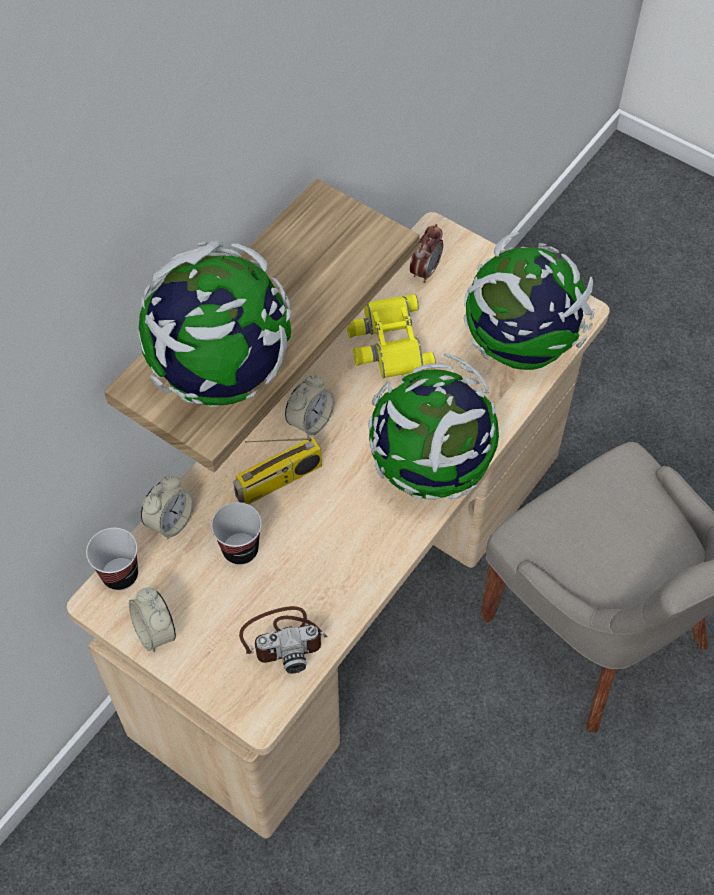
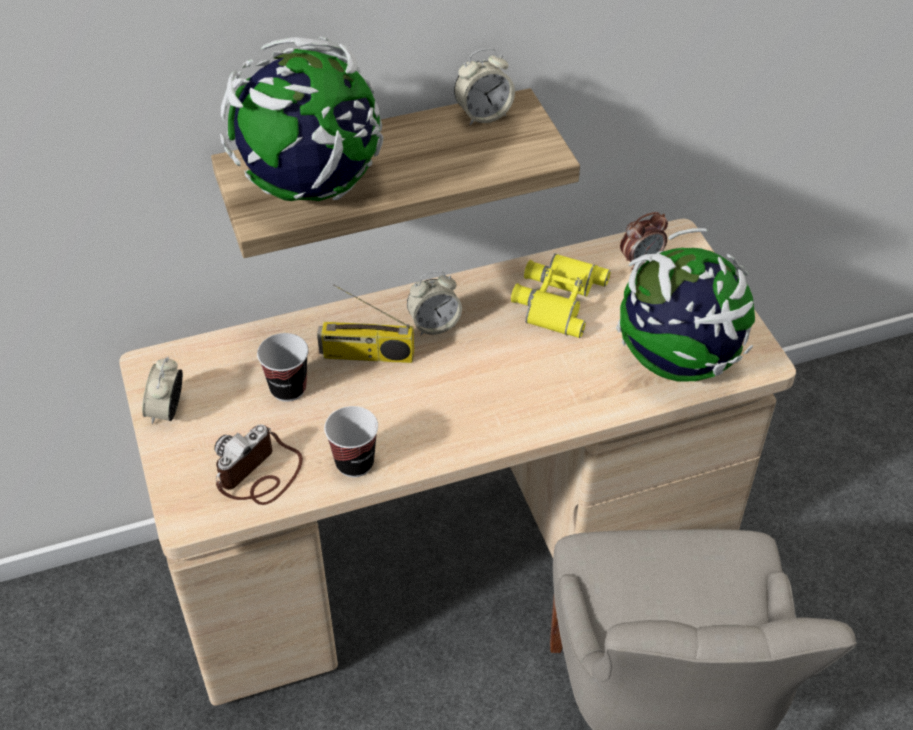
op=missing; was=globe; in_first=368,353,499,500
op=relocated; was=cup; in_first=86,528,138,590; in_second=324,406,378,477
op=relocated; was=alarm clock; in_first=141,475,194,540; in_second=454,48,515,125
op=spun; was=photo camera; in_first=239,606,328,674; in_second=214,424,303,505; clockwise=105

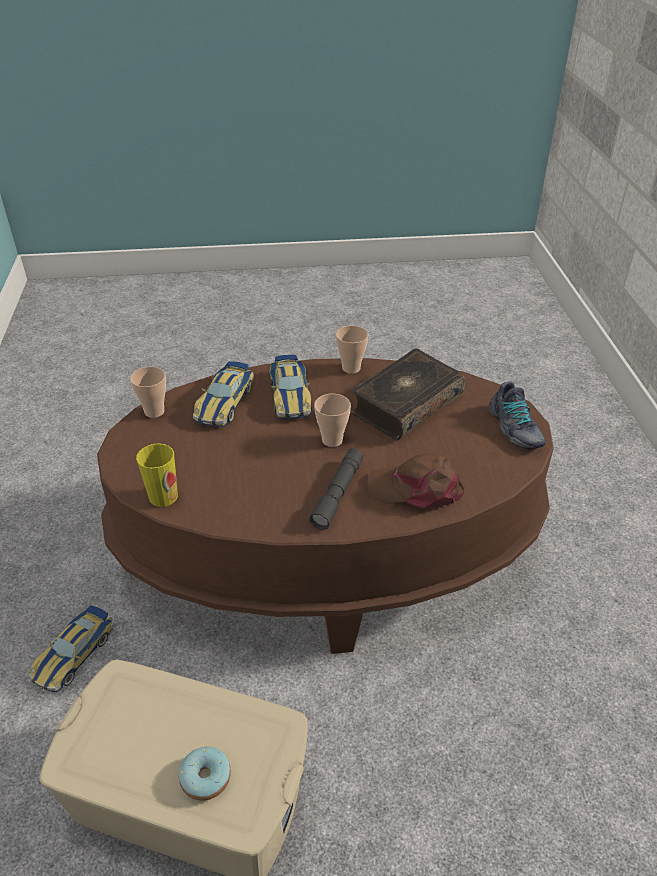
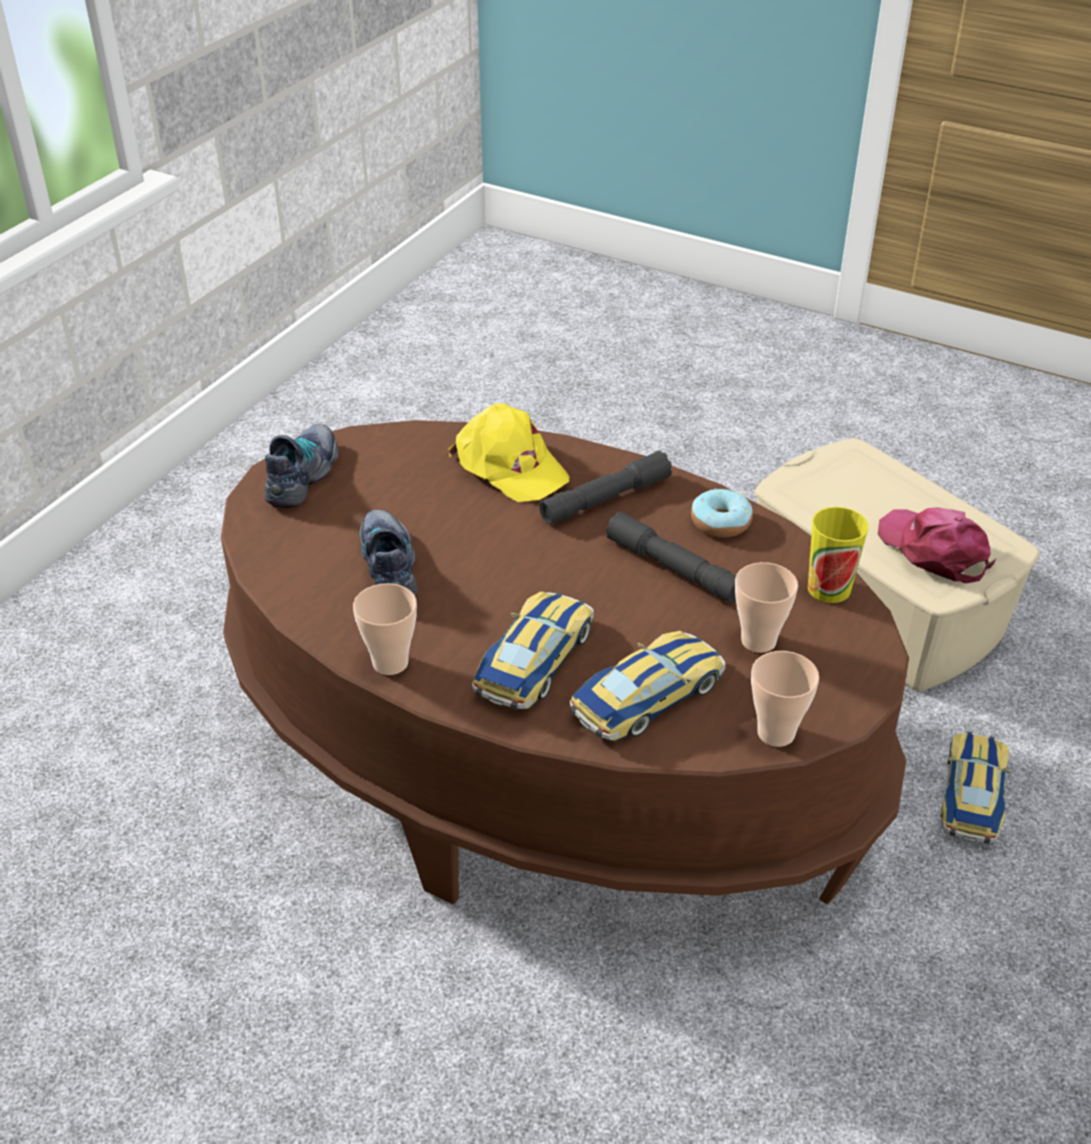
op=appeared; now=grey flashlight; in_second=606,511,736,603
op=appeared; now=pink cap; in_second=878,507,996,584
op=relocated; was=donut; in_first=179,747,231,801; in_second=691,488,753,537
op=relocated; was=cup; in_first=314,394,351,447; in_second=735,562,798,653
op=exchanged; was=book; now=shoe; in_first=350,348,466,441; in_second=359,510,417,596
op=colour; was=brown cap; now=yellow cap; in_first=368,453,464,509; in_second=448,403,569,502
op=spun; was=toy car; in_first=29,605,114,692; in_second=941,732,1010,844; clockwise=-45

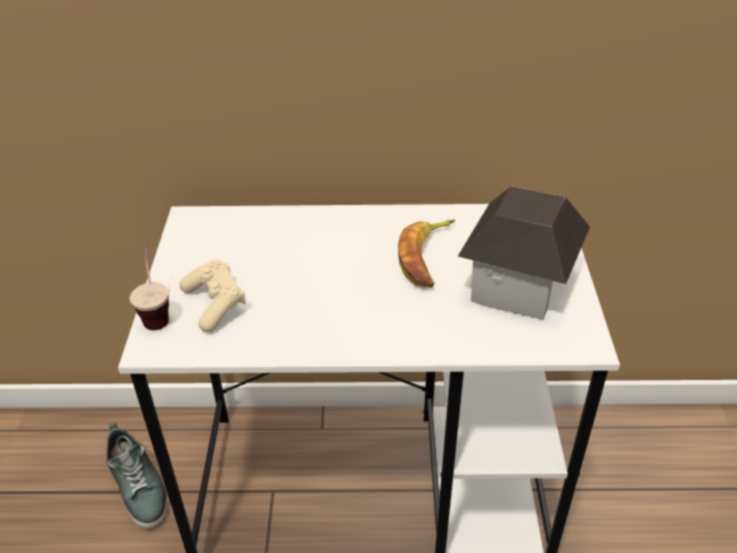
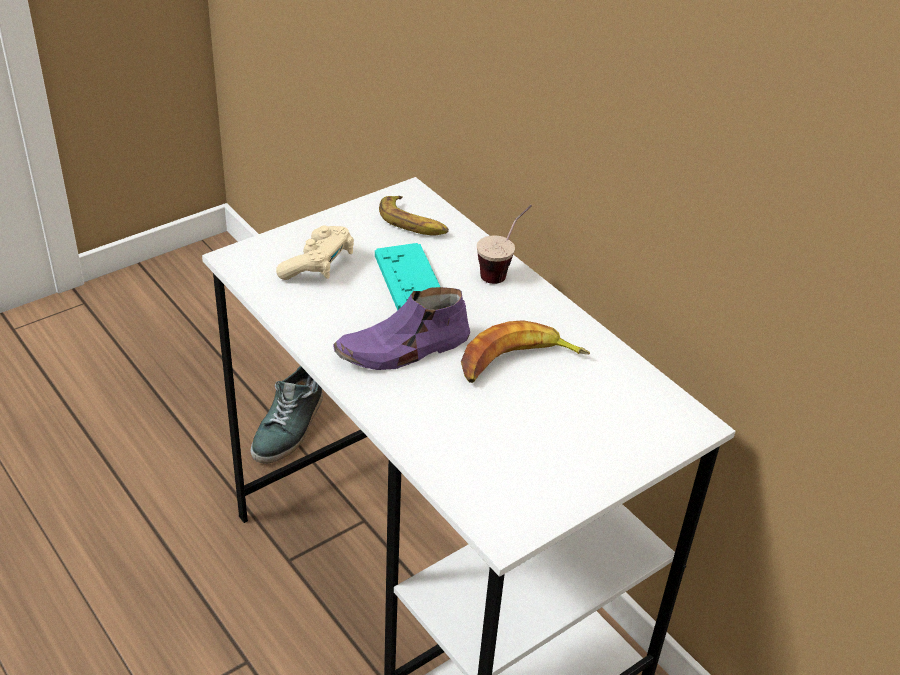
op=missing; was=toy house; in_first=458,186,590,320
op=appeared; now=purple shoe; in_second=333,287,470,370
op=appeared; now=turquoise game controller; in_second=375,243,440,311
op=appeared; now=banana; in_second=379,196,449,236
op=relocated; was=cup; in_first=130,243,169,330; in_second=477,205,532,284

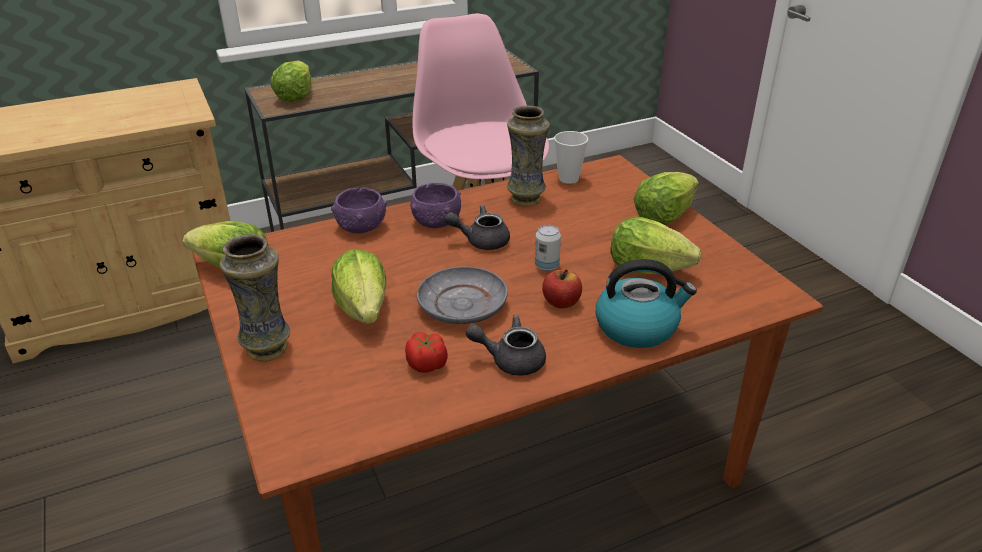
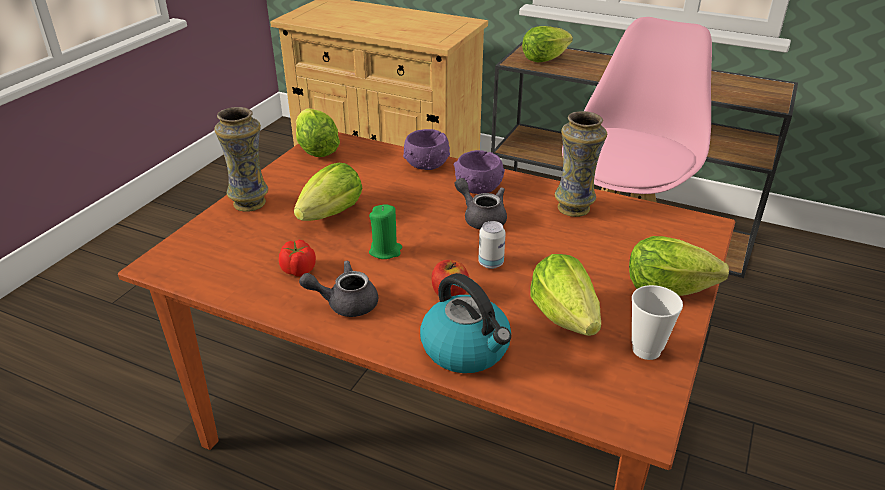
op=relocated; was=cup; in_first=554,131,588,184; in_second=632,285,683,360
op=exchanged; was=grey plate; now=green candle; in_first=417,266,508,324; in_second=369,204,402,259
op=spun; was=grey teapot; in_first=466,315,546,376; in_second=299,261,378,317; clockwise=-60

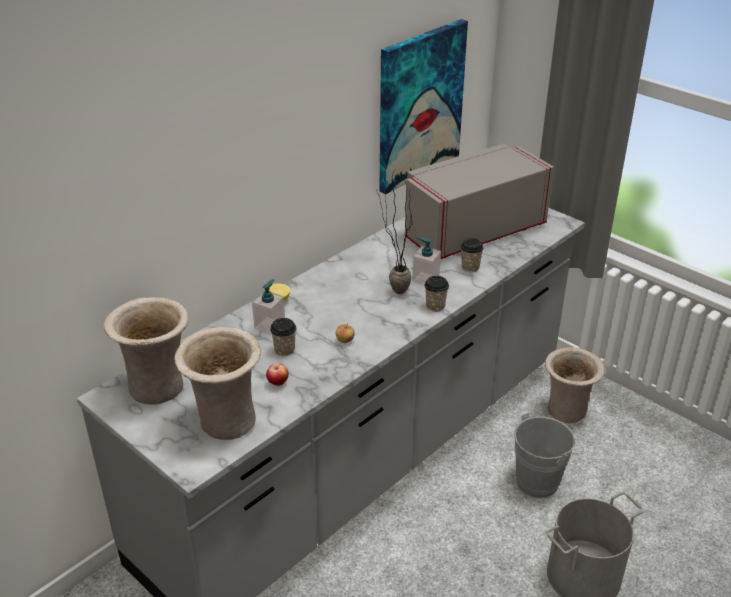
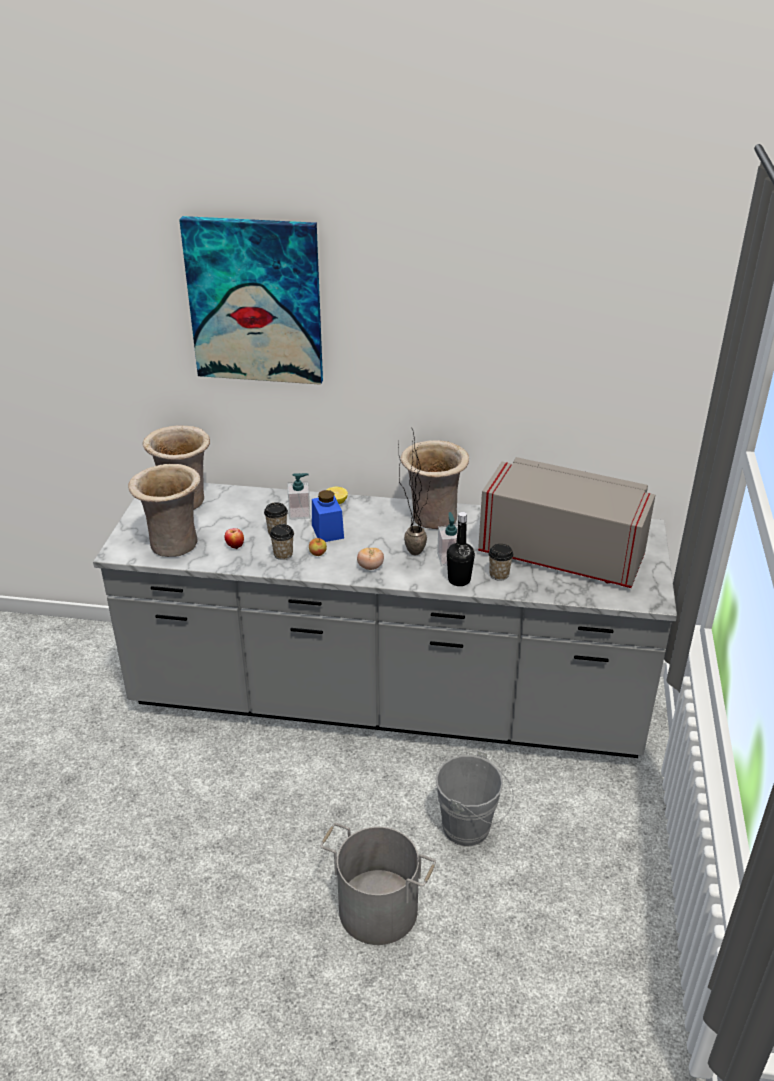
op=appeared; now=blue jar; in_second=312,490,344,542
op=appeared; now=tomato; in_second=357,548,384,570
op=appeared; now=black bottle; in_second=447,512,475,586
op=relocated; was=picture; in_first=379,19,468,194; in_second=179,216,323,385
op=relocated; was=cup; in_first=424,276,449,312; in_second=270,524,294,560
op=relocated; was=beige vase; in_first=545,347,605,423; in_second=401,440,469,529

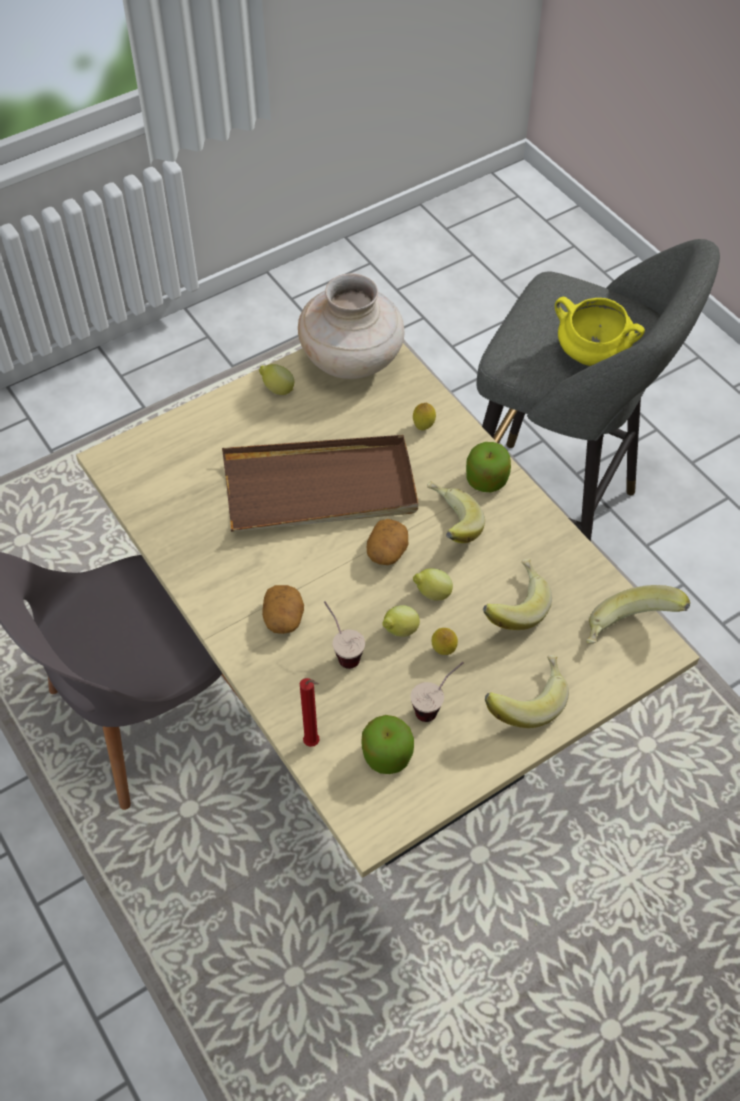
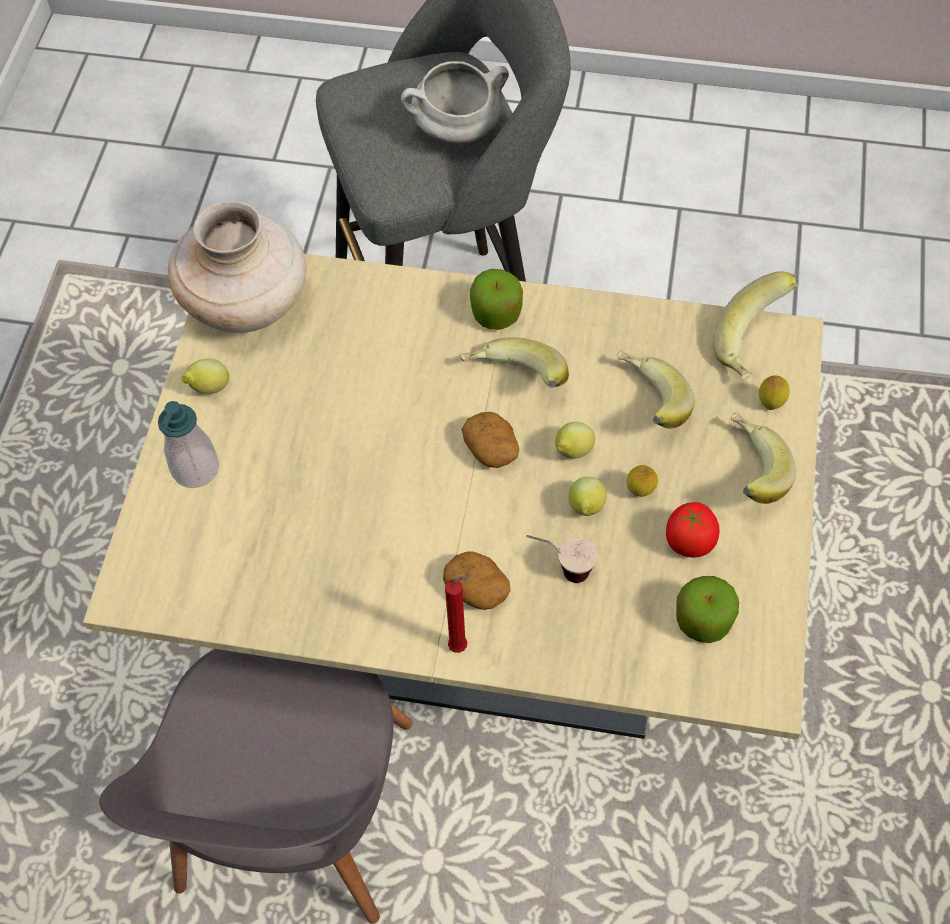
op=missing; was=brown tray; in_first=222,435,418,532
op=appeared; now=soap dispenser; in_second=158,401,219,488
op=relocated; was=red candle; in_first=300,678,319,747; in_second=445,575,471,653
op=relocated; was=lemon; in_first=413,403,436,430; in_second=759,375,790,410
op=exchanged; was=cup; now=tomato; in_first=411,662,464,722; in_second=666,502,720,557
op=colour; was=yellow cooking pot; now=white cooking pot; in_first=555,297,645,366; in_second=401,61,509,144

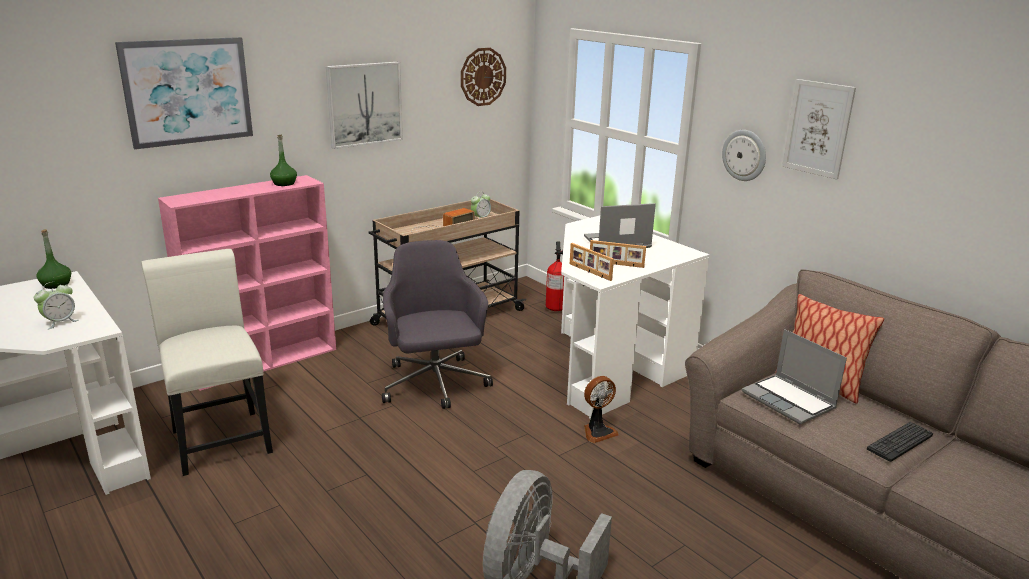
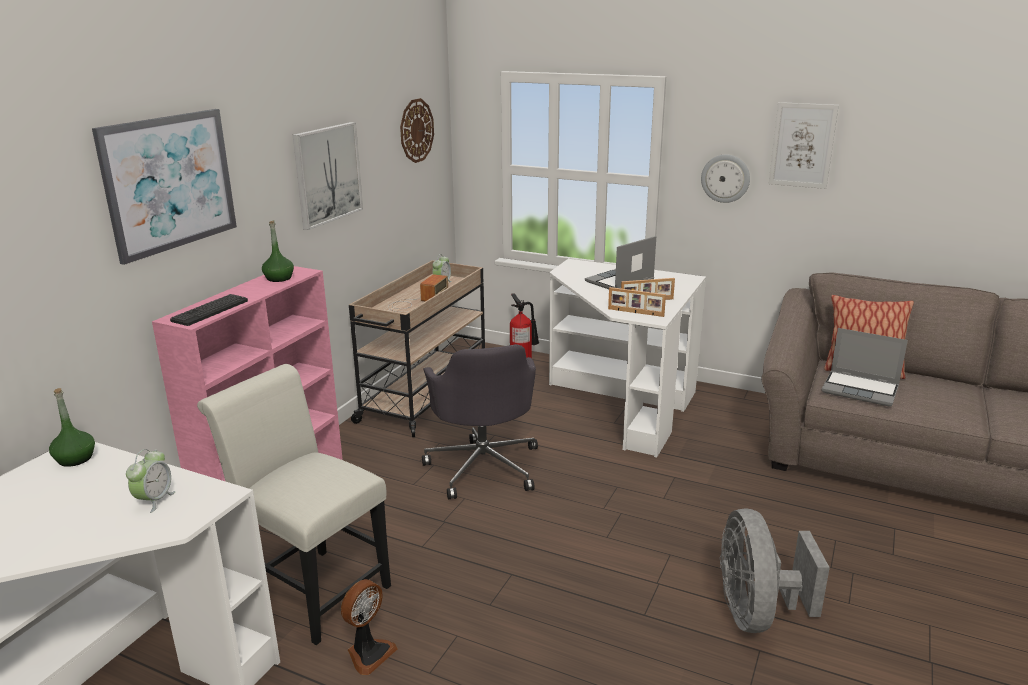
op=relocated; was=fan; in_first=584,376,619,443; in_second=341,579,398,675
op=relocated; was=keyboard; in_first=867,422,933,462; in_second=170,294,248,326
op=spun; was=grey office chair; in_first=382,240,493,409; in_second=422,344,538,500; clockwise=-150

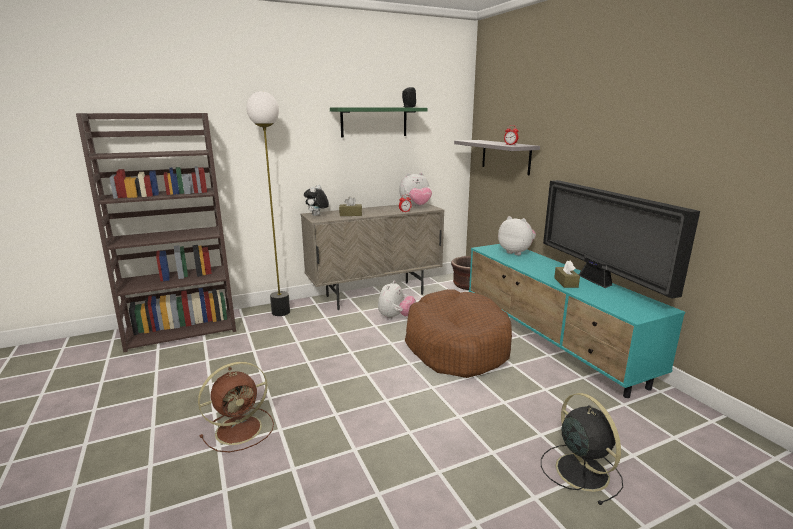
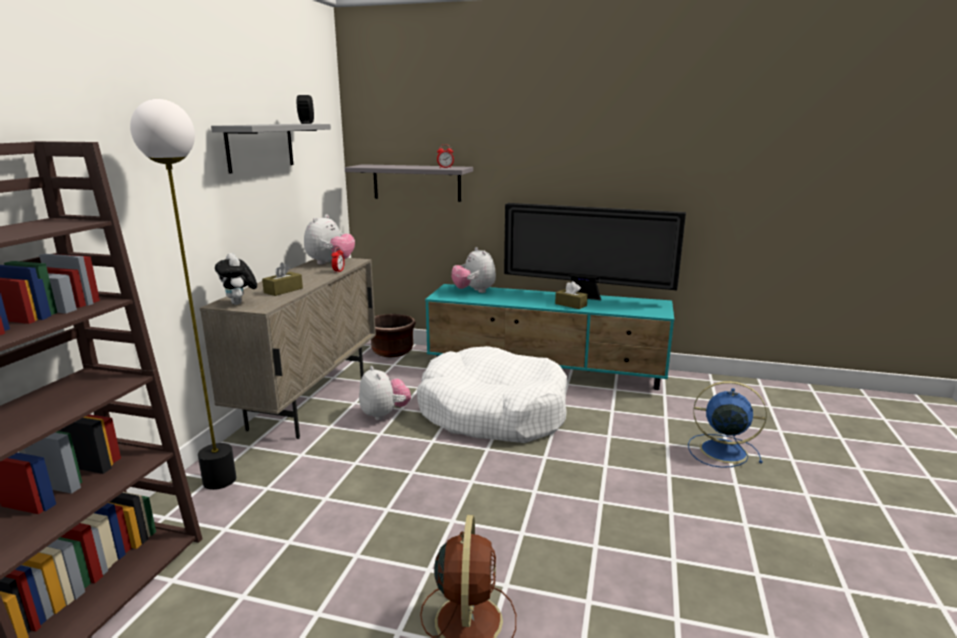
op=colour; was=green shelf; now=grey shelf; in_first=330,107,428,138; in_second=211,124,331,174
op=colour; was=brown dog bed; now=white dog bed; in_first=405,289,512,378; in_second=417,346,567,443
op=colour; was=black fan; now=blue fan; in_first=541,393,623,505; in_second=688,381,767,468
op=spun; was=plush toy; in_first=498,216,536,255; in_second=451,247,496,293; clockwise=-105

